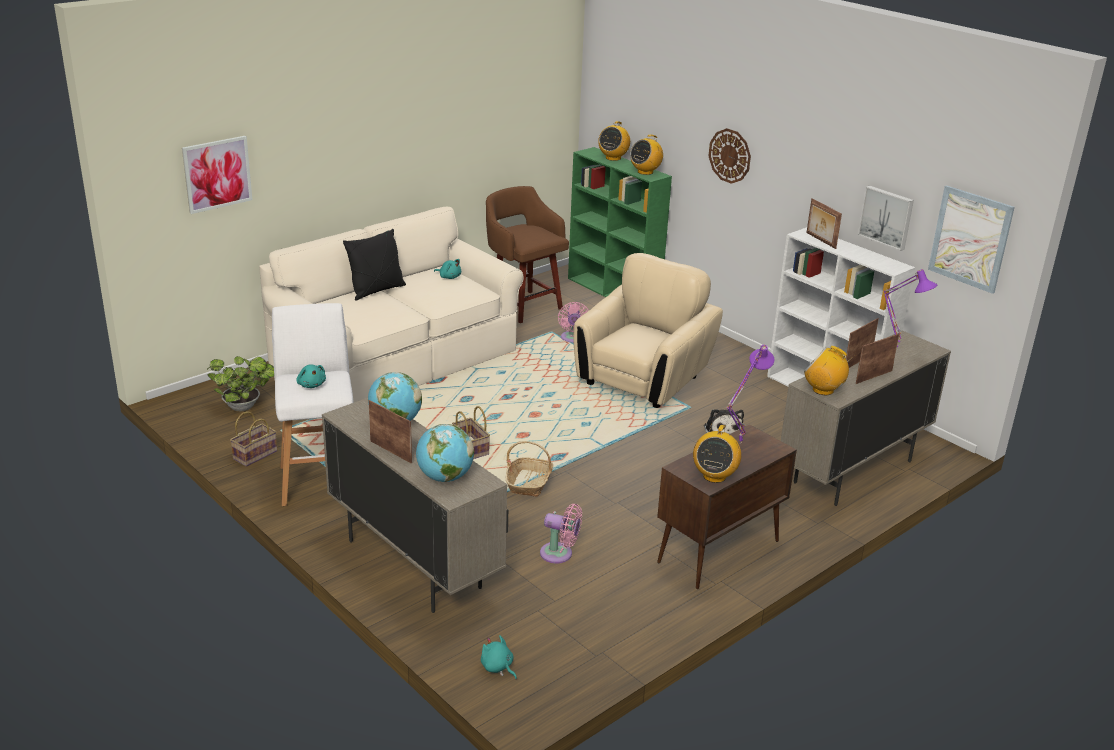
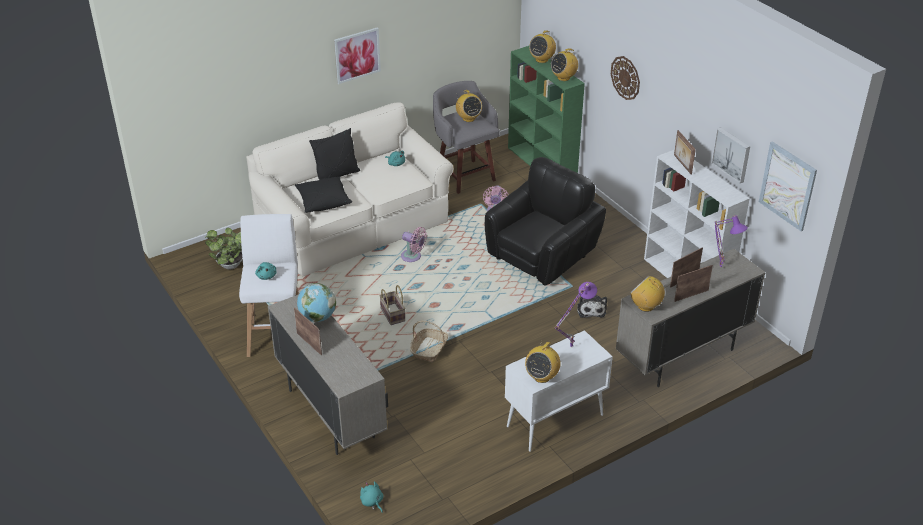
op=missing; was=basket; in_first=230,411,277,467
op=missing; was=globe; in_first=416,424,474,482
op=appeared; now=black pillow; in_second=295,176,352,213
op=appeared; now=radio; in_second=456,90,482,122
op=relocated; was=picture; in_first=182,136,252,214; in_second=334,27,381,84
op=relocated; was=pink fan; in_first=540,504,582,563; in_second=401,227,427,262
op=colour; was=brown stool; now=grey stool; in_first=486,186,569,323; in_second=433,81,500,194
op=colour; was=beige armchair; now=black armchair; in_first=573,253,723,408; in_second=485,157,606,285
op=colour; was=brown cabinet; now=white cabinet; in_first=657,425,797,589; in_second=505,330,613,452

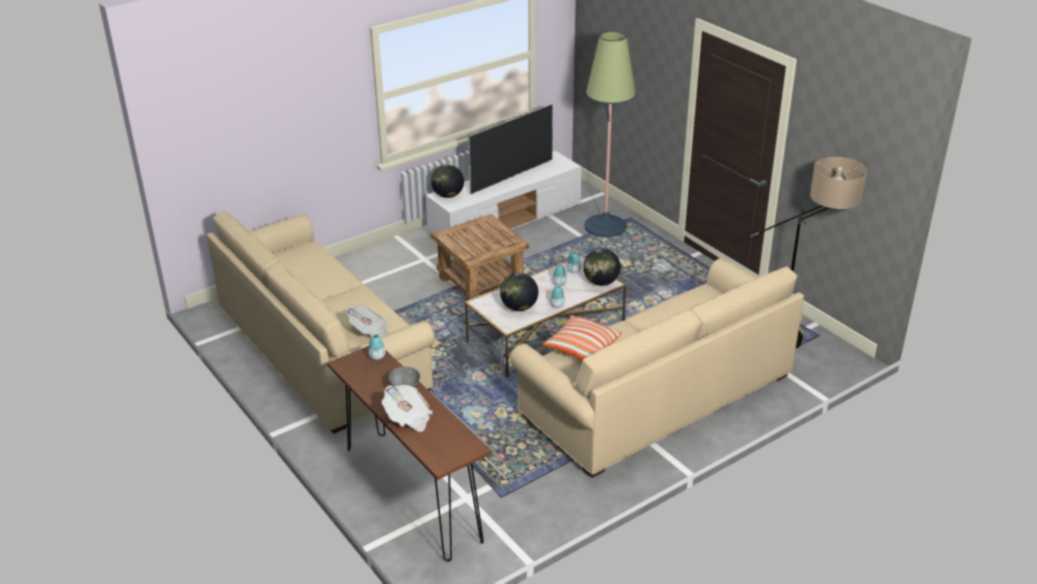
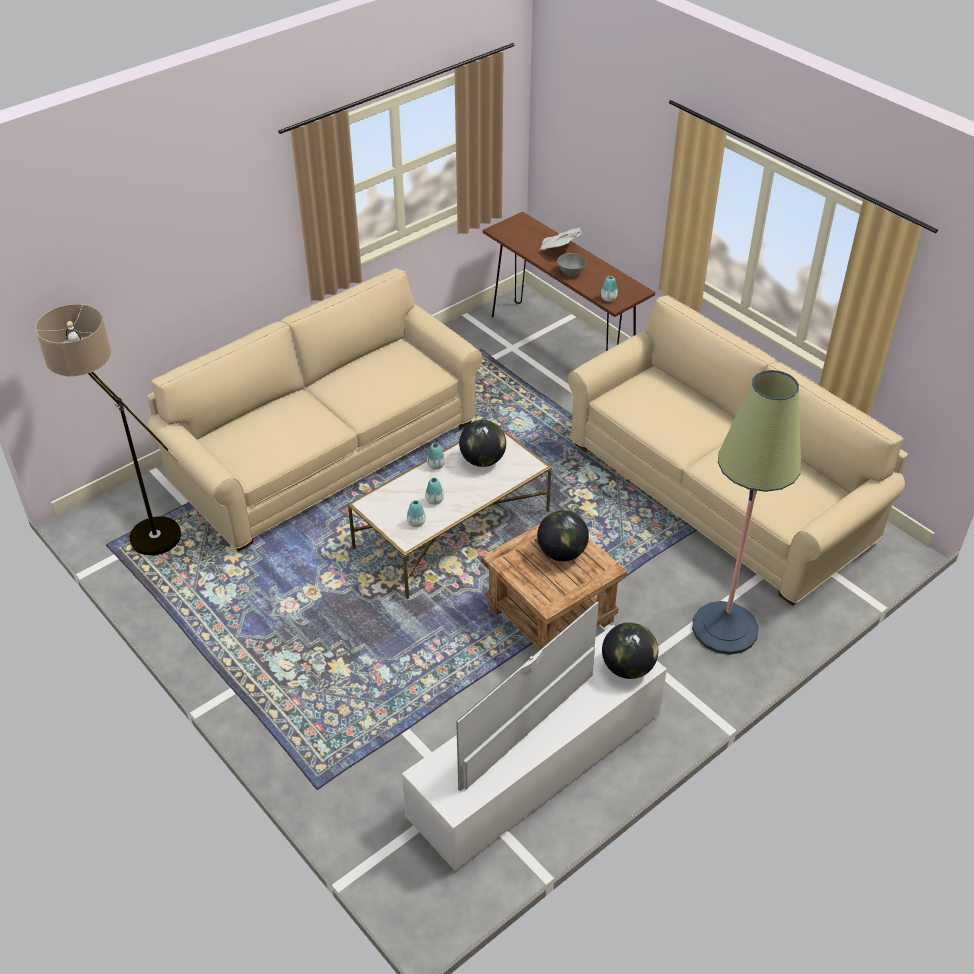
op=missing; was=newspaper; in_first=346,305,389,336
op=missing; was=pillow; in_first=543,315,622,360
op=relocated; was=globe; in_first=583,249,621,286; in_second=537,510,589,561
op=relocated; was=floor lamp; in_first=584,31,636,237; in_second=692,370,801,655

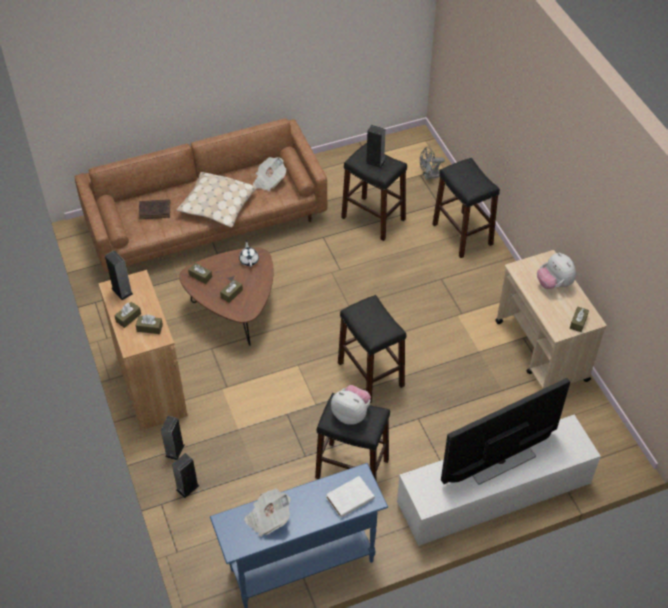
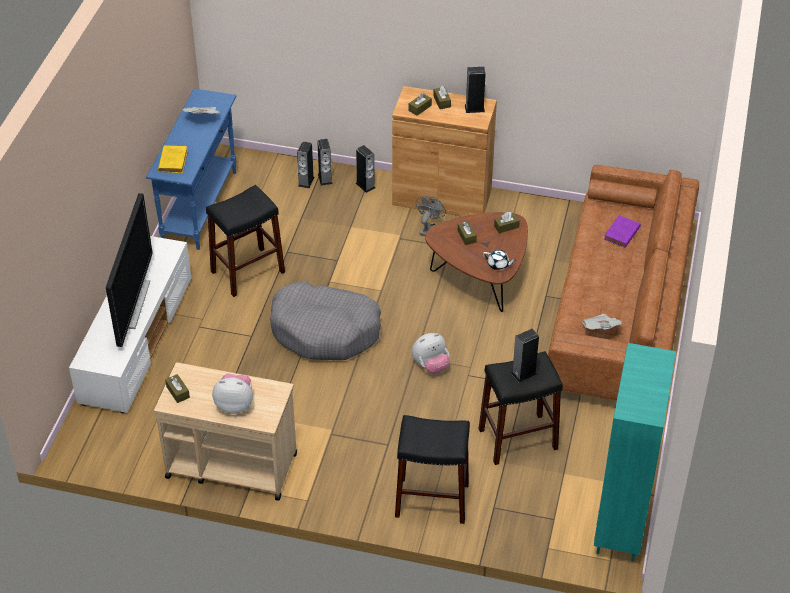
op=missing; was=beige pillow; in_first=177,172,257,228
op=appeared; now=speaker; in_second=297,141,315,188
op=appeared; now=turquoise bookcase; in_second=594,343,676,561
op=relocated; was=plush toy; in_first=331,385,371,425; in_second=412,333,450,374
op=relocated; was=grey fan; in_first=420,147,445,180; in_second=416,196,446,236
op=exchanged; was=black stool; now=grey dog bed; in_first=338,295,406,403; in_second=270,281,381,360
op=colour; was=brown book; now=purple book; in_first=139,199,170,219; in_second=604,215,641,247
op=colour; was=white book; now=yellow book; in_first=326,476,375,518; in_second=158,145,188,173

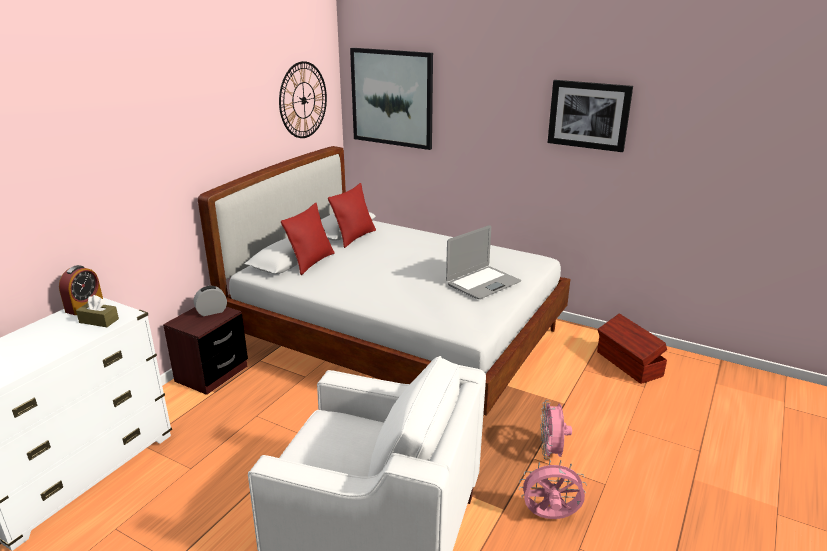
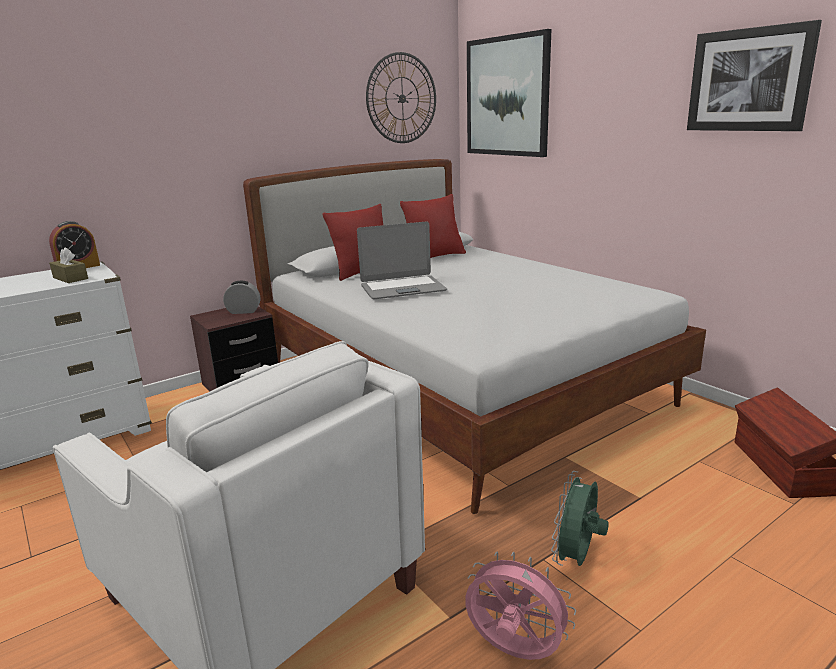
op=relocated; was=laptop; in_first=446,225,521,299; in_second=357,222,447,299
op=colour; was=pink fan; now=green fan; in_first=540,400,572,460; in_second=551,471,609,566

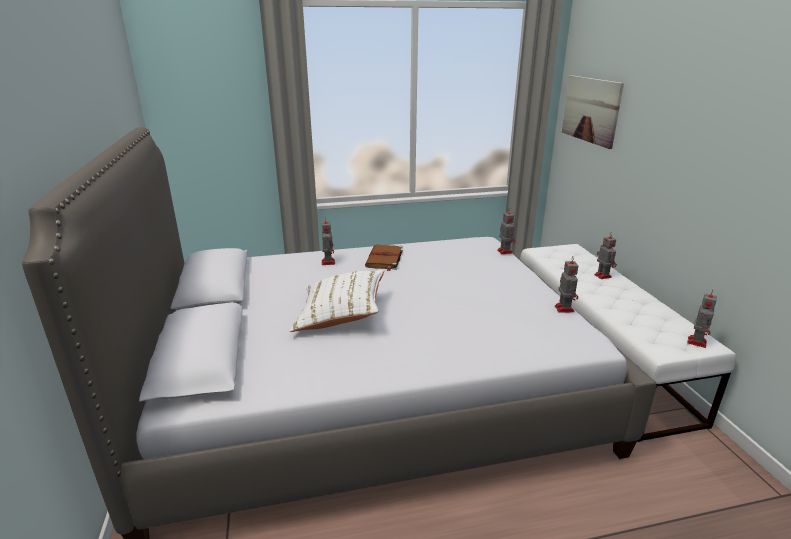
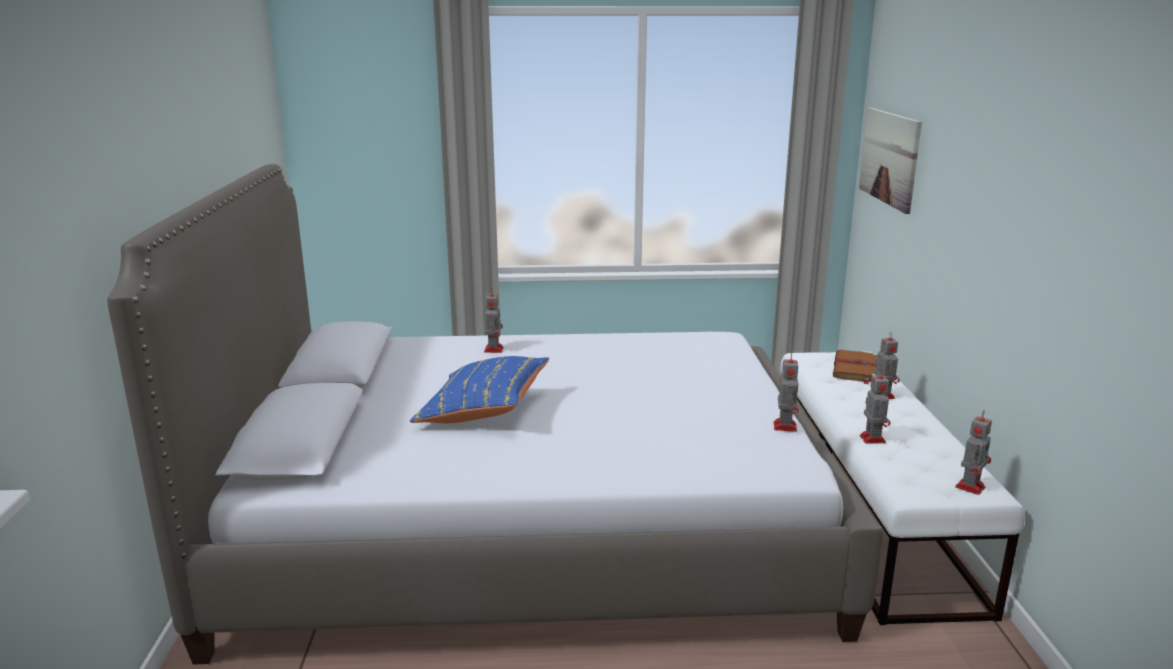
op=relocated; was=brown book; in_first=365,245,403,271; in_second=833,350,878,385
op=relocated; was=toy robot; in_first=497,208,516,254; in_second=860,369,891,444
op=colour; was=white pillow; now=blue pillow; in_first=289,269,384,332; in_second=410,356,549,423

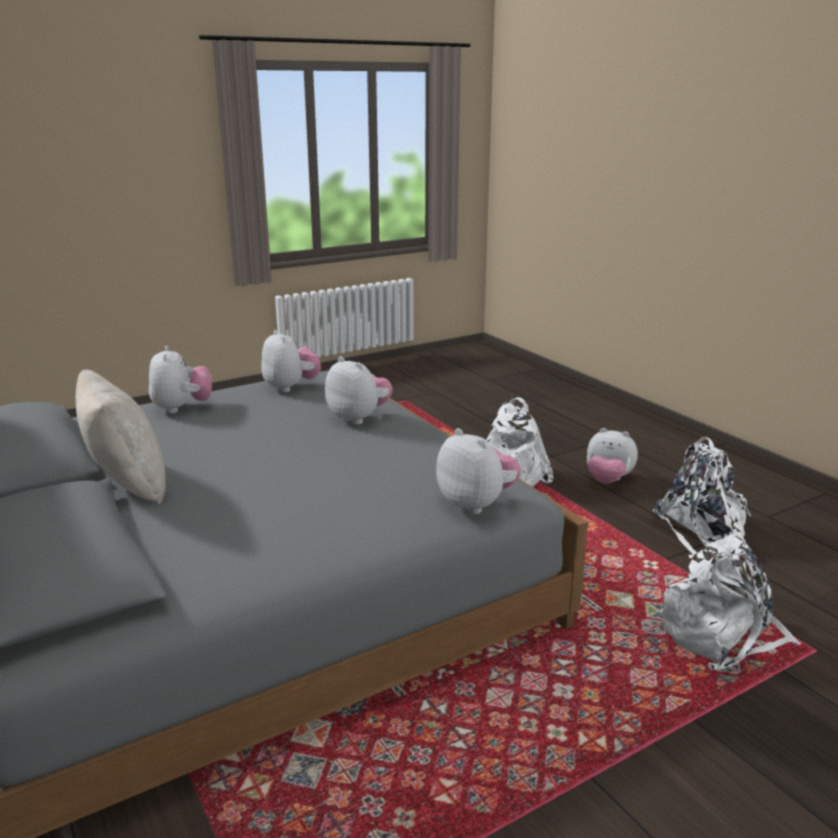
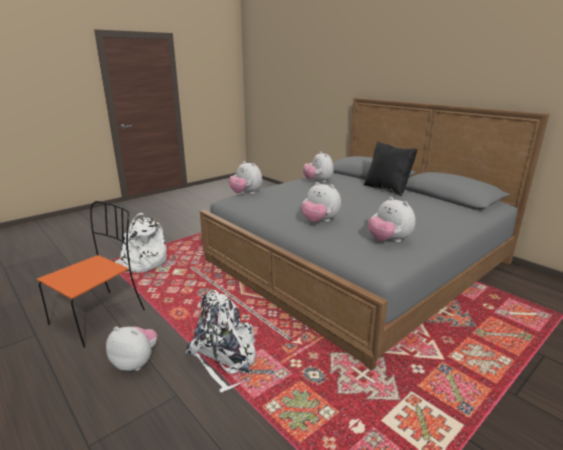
op=relocated; was=plush toy; in_first=149,346,212,414; in_second=303,151,334,183
op=exchanged; was=white backpack; now=orange chair; in_first=653,437,751,559; in_second=37,201,145,348
op=colour; was=beige pillow; now=black pillow; in_first=76,370,166,505; in_second=364,142,418,197

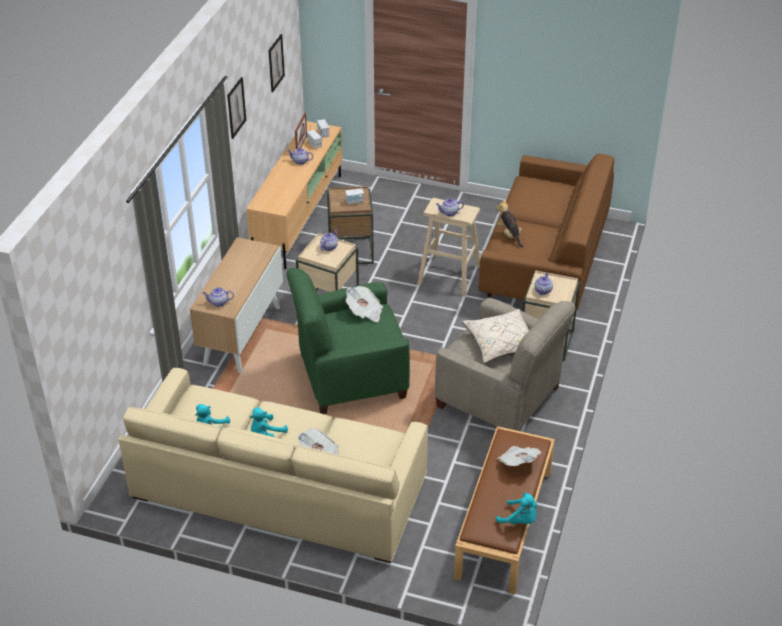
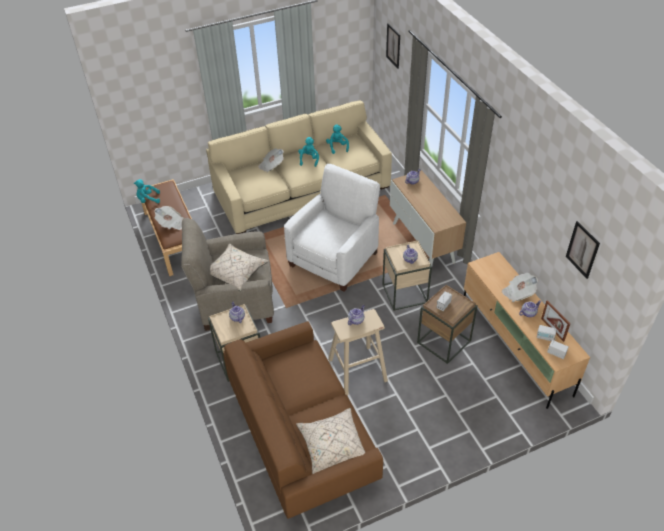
op=missing; was=plush toy; in_first=496,199,523,248
op=appeared; now=beige pillow; in_second=296,408,365,474
op=relocated; was=picture; in_first=227,77,246,139; in_second=386,23,400,69
op=relocated; was=newspaper; in_first=346,286,383,322; in_second=502,273,539,302
op=colour; was=green armchair; now=white armchair; in_first=287,268,410,414; in_second=284,164,380,292

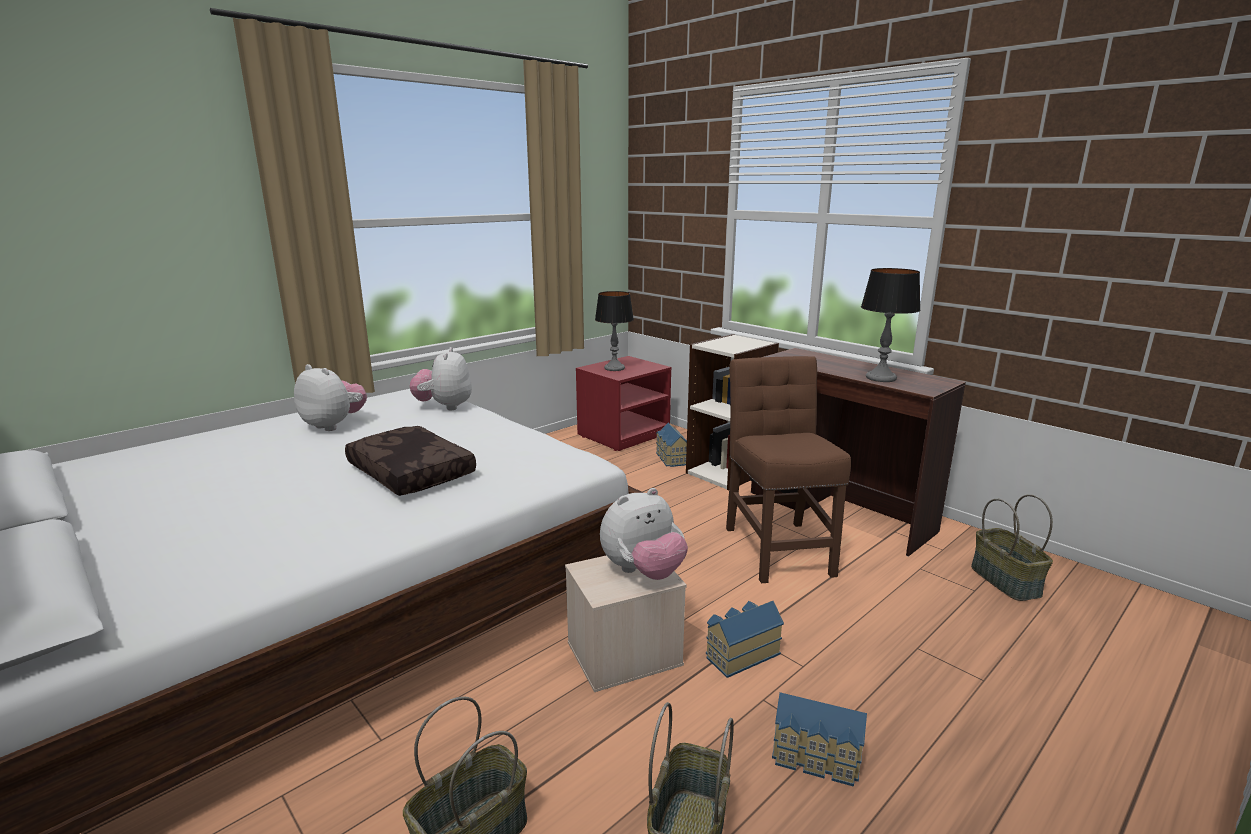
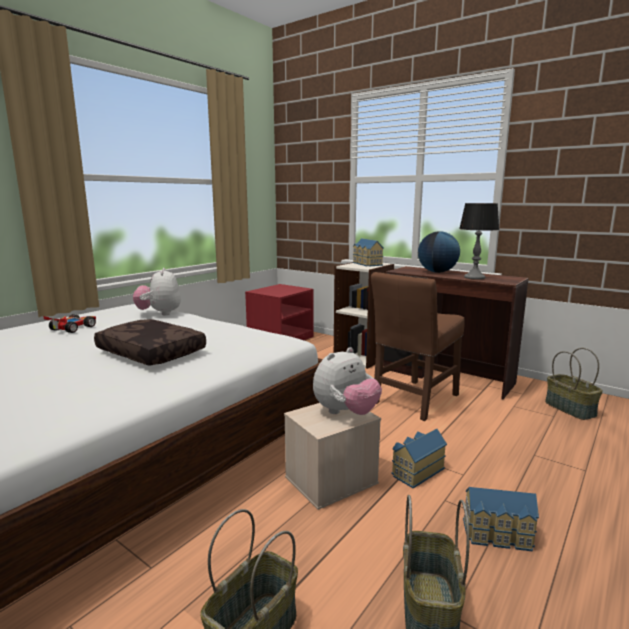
op=missing; was=table lamp; in_first=595,291,634,371
op=appeared; now=globe; in_second=418,231,460,273
op=relocated; was=toy house; in_first=656,423,687,467; in_second=353,238,384,266
op=exchanged; was=plush toy; now=toy car; in_first=294,364,367,431; in_second=44,314,96,333
op=spun; was=brown chair; in_first=726,356,851,583; in_second=371,272,465,421; clockwise=-120

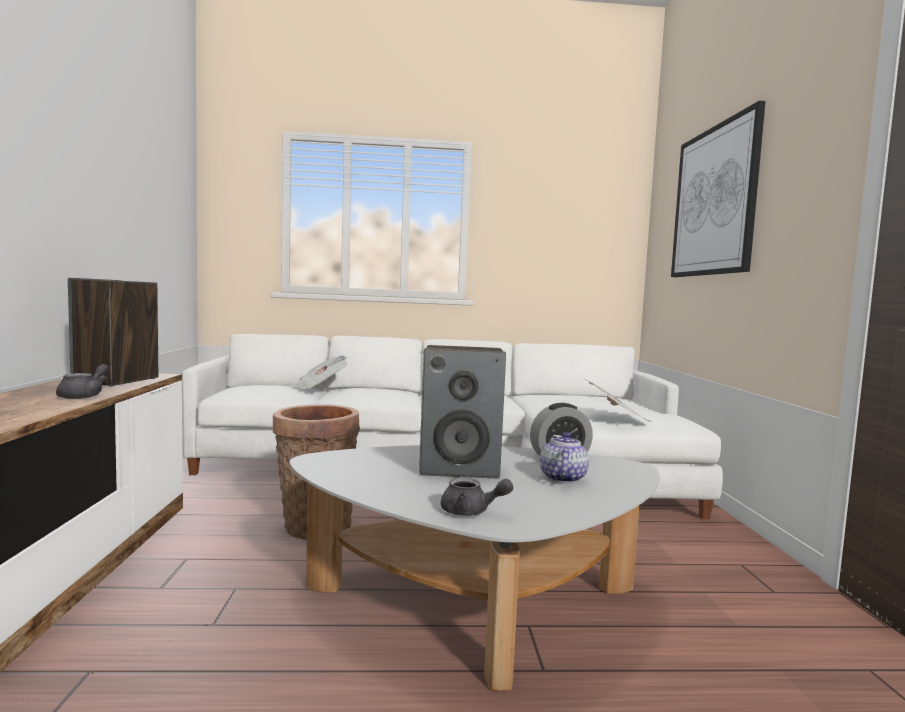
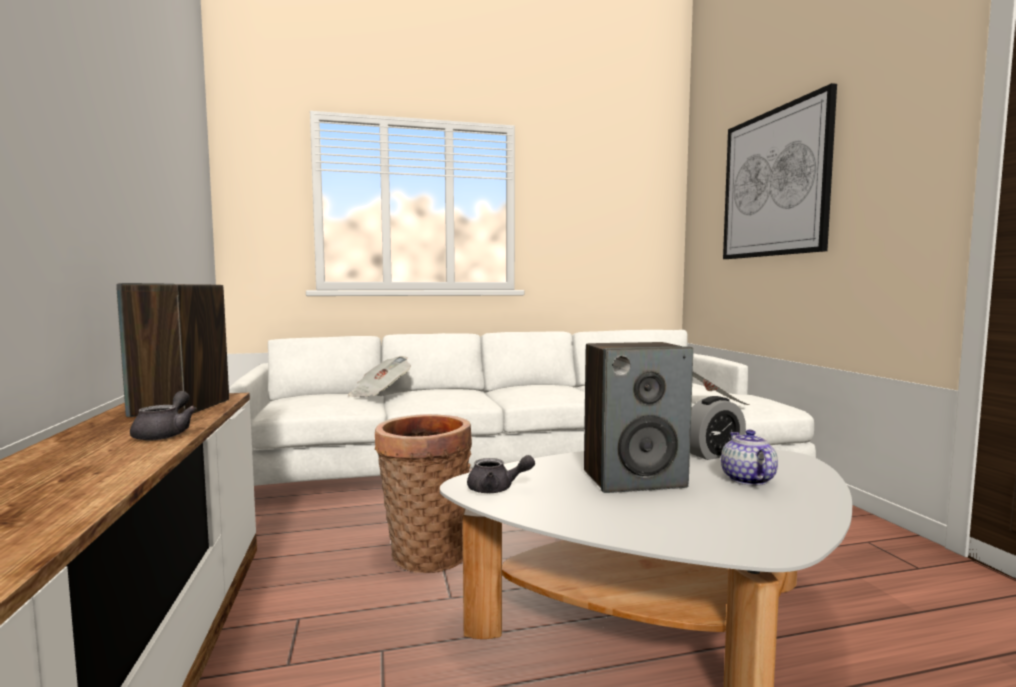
op=relocated; was=grey teapot; in_first=441,478,513,516; in_second=467,455,535,493

